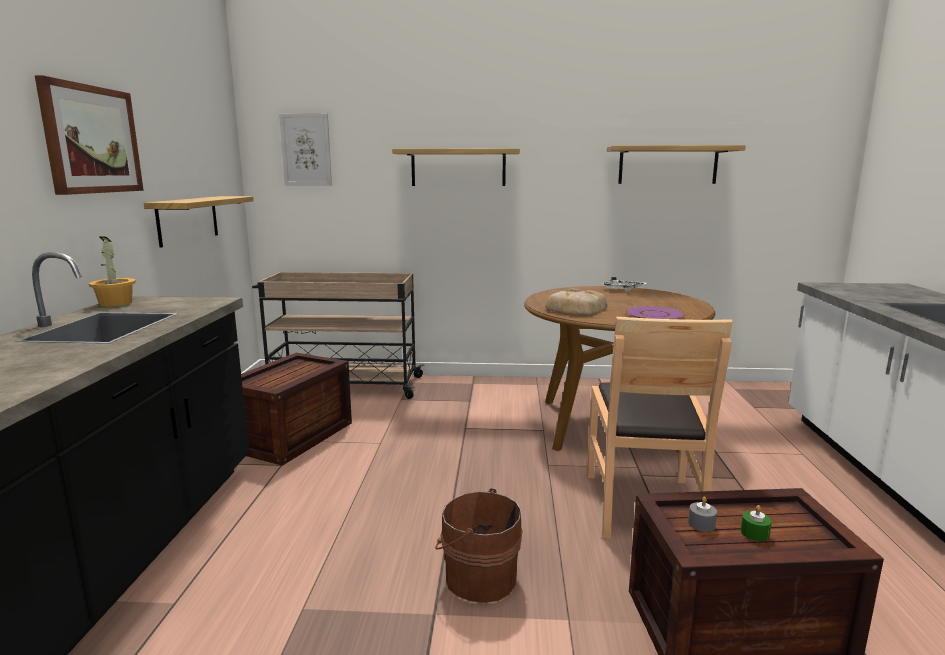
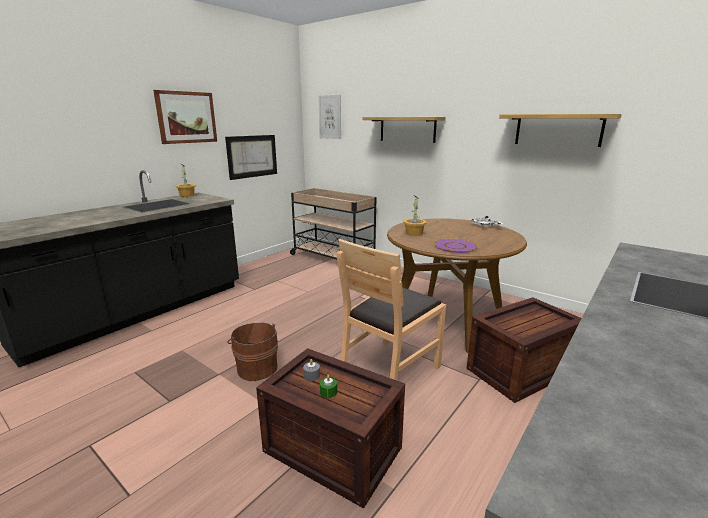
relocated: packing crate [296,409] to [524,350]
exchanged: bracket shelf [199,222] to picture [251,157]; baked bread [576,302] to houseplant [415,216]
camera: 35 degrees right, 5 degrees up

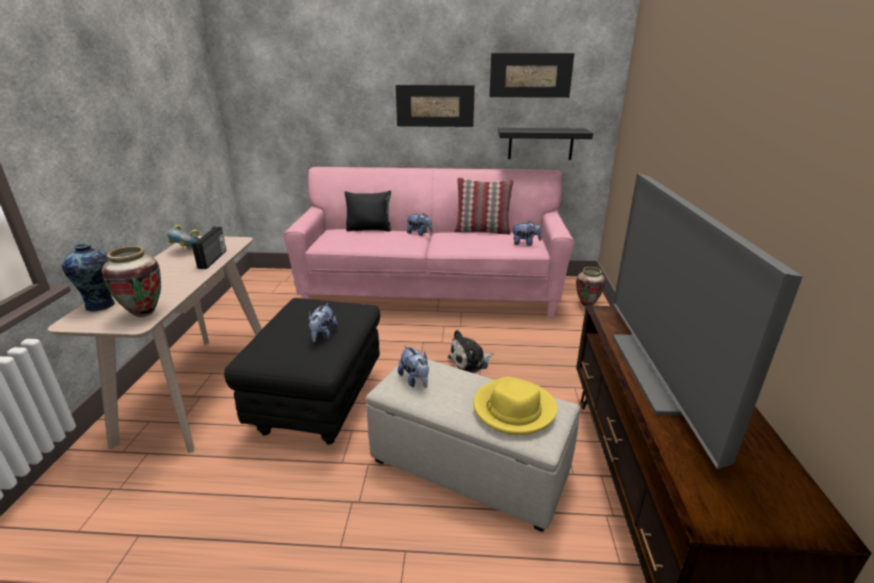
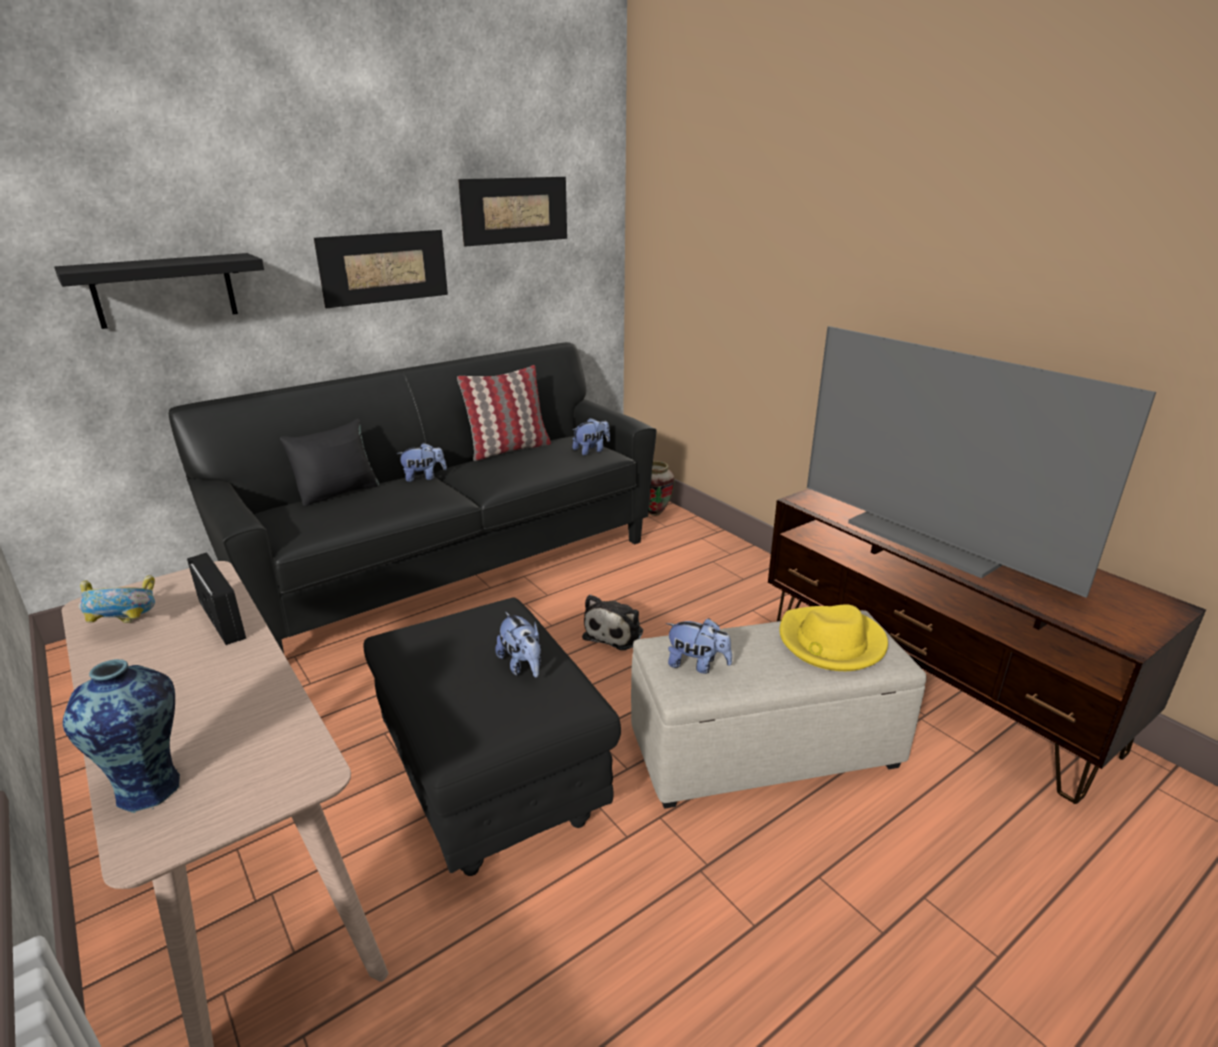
missing: vase [131,281]
relocated: black bracket shelf [545,144] to [159,291]
colour: pink sofa [428,243] to black sofa [412,498]
camera: 40 degrees left, 0 degrees up

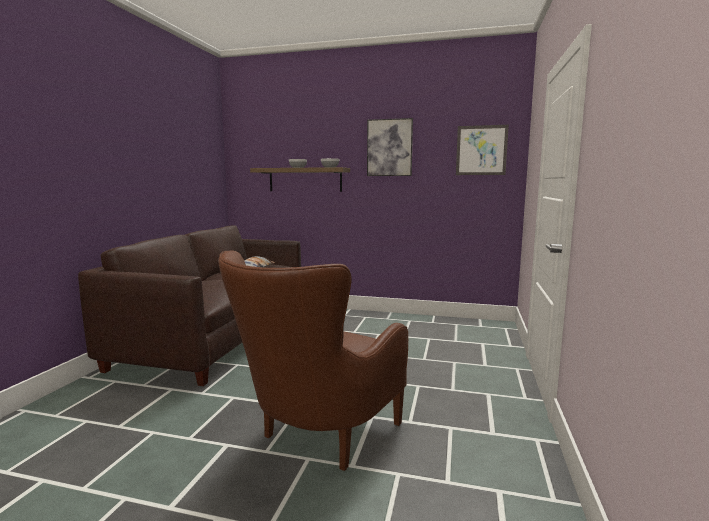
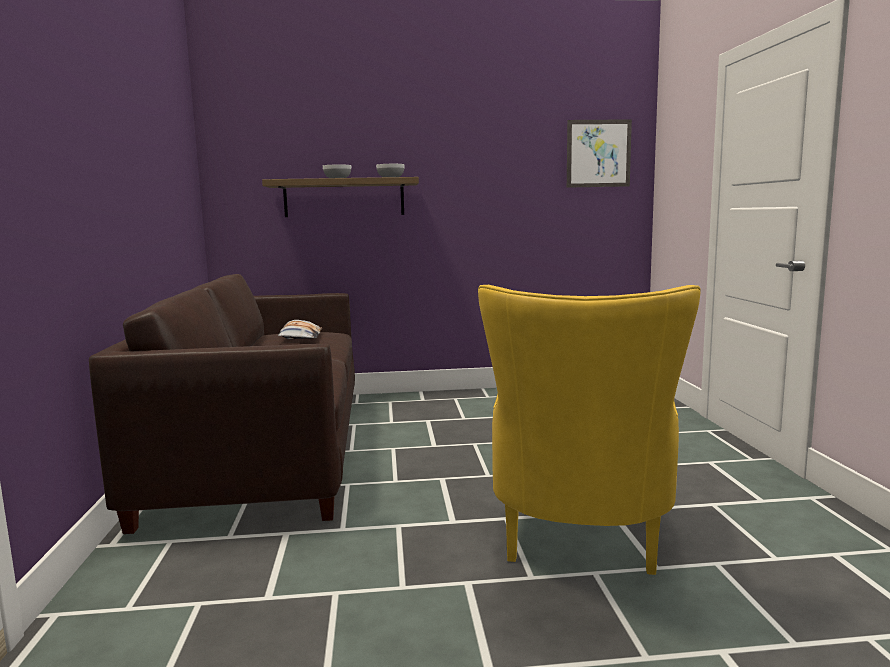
missing: picture [390,147]
colour: brown armchair [313,360] to yellowish armchair [589,430]
camera: 20 degrees left, 0 degrees up

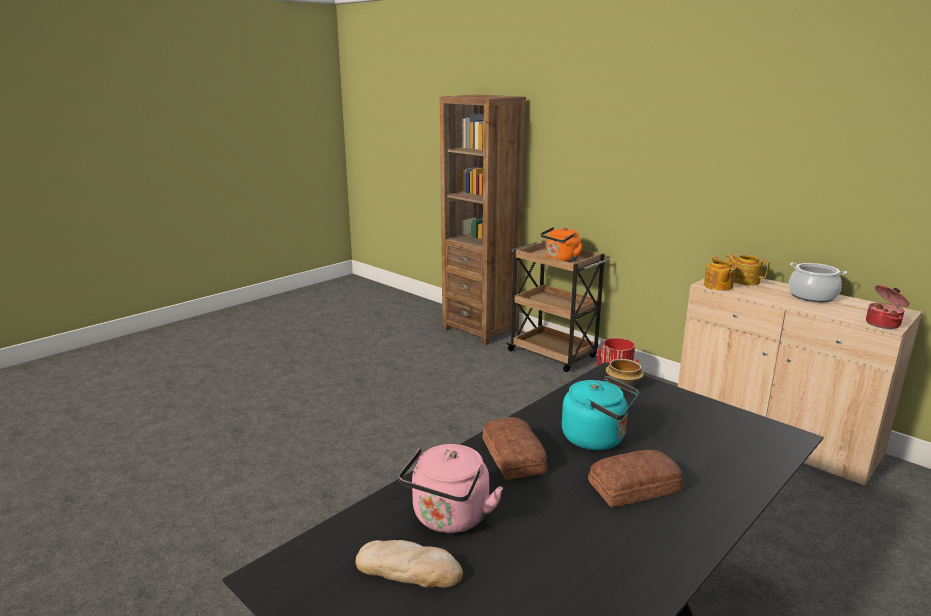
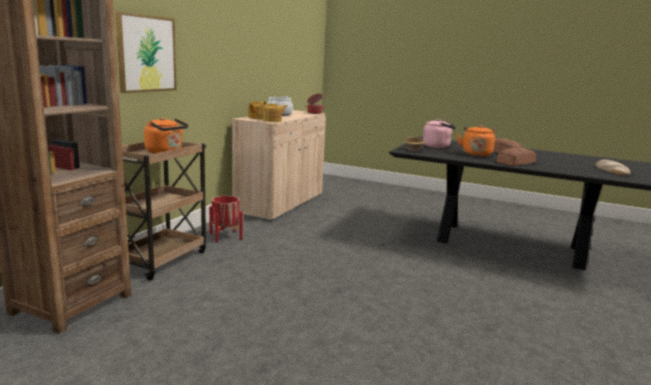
appeared: picture [146,52]
relocated: pink kettle [451,488] to [439,133]
colour: turquoise kettle [600,413] to orange kettle [476,140]
camera: 110 degrees left, 5 degrees down

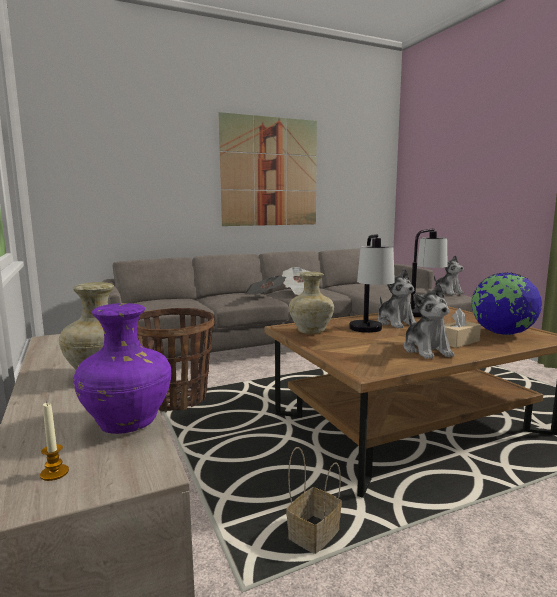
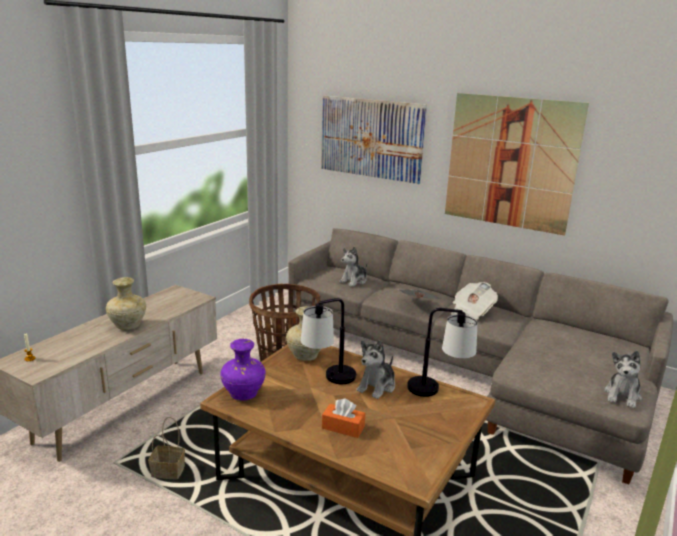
missing: globe [506,303]
appeared: picture [374,139]
relocated: purple-coloured vase [122,368] to [243,369]; plush toy [429,321] to [353,267]
colour: beige box of tissues [463,328] to orange box of tissues [343,418]
camera: 55 degrees right, 10 degrees up

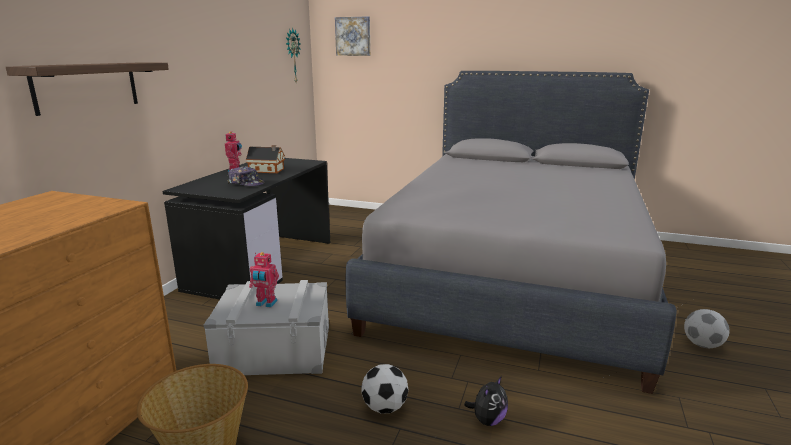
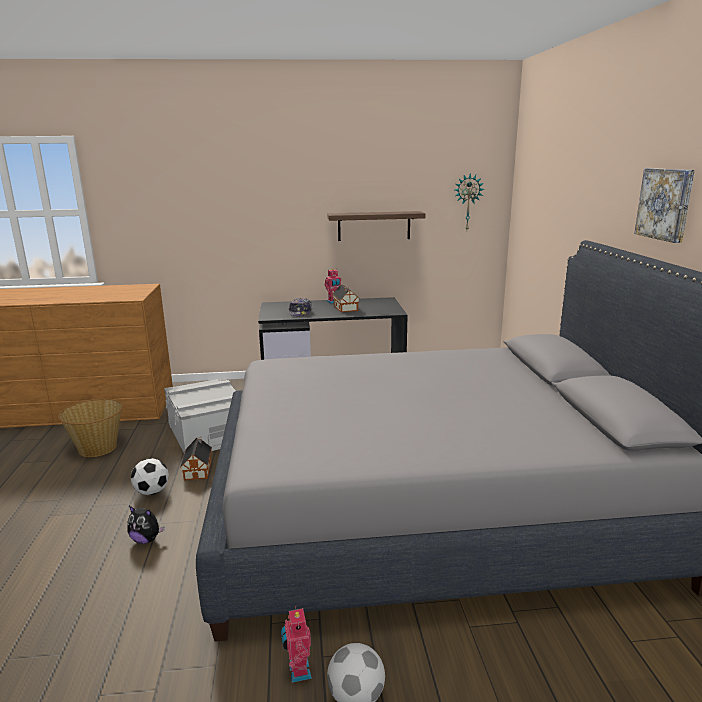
appeared: miniature house [196,459]
relocated: bracket shelf [87,89] to [376,226]; toy robot [264,279] to [296,644]; picture [352,36] to [664,205]
camera: 65 degrees right, 0 degrees up

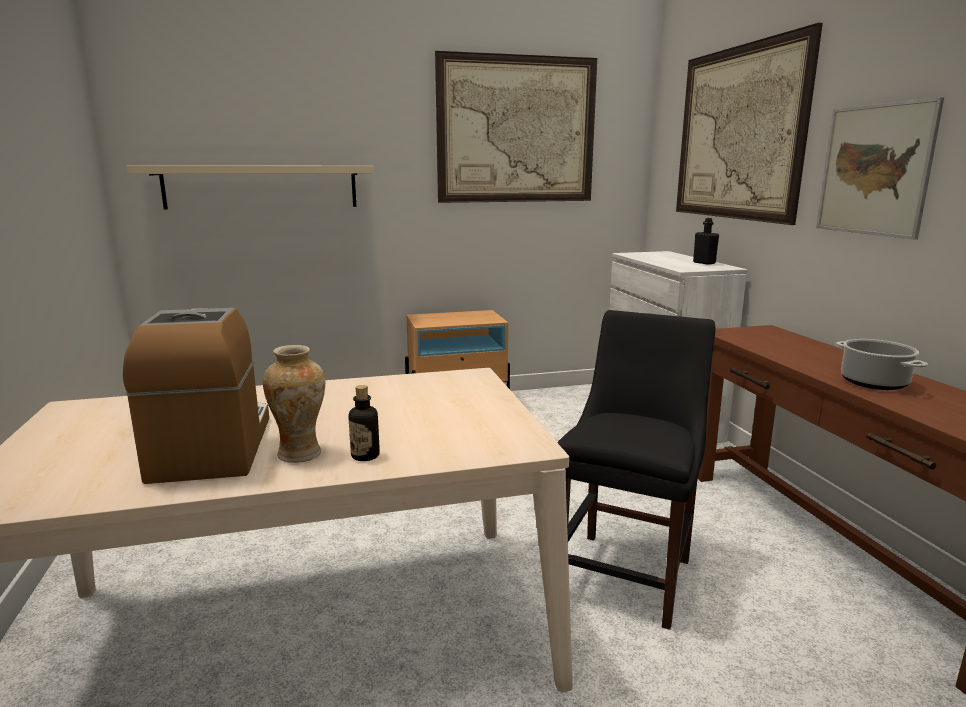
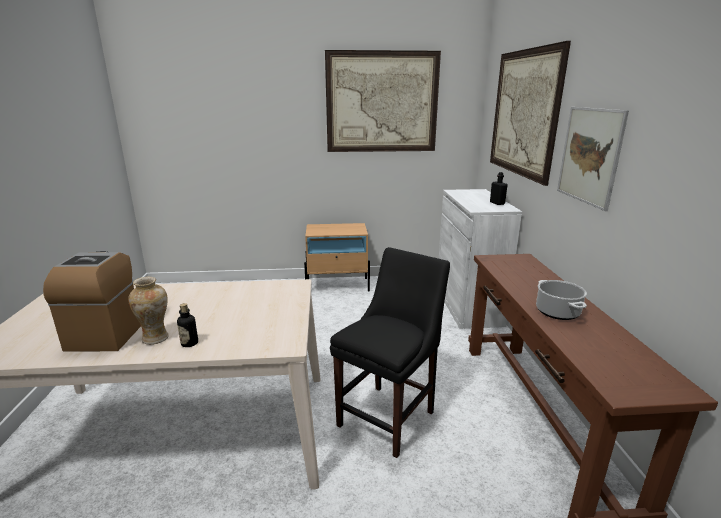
missing: beige bracket shelf [250,187]
camera: 10 degrees right, 5 degrees up

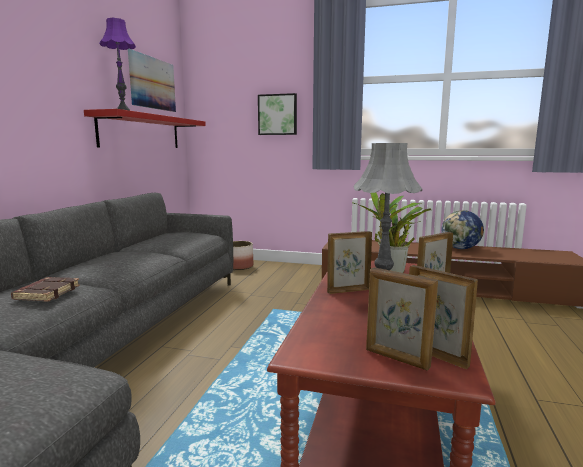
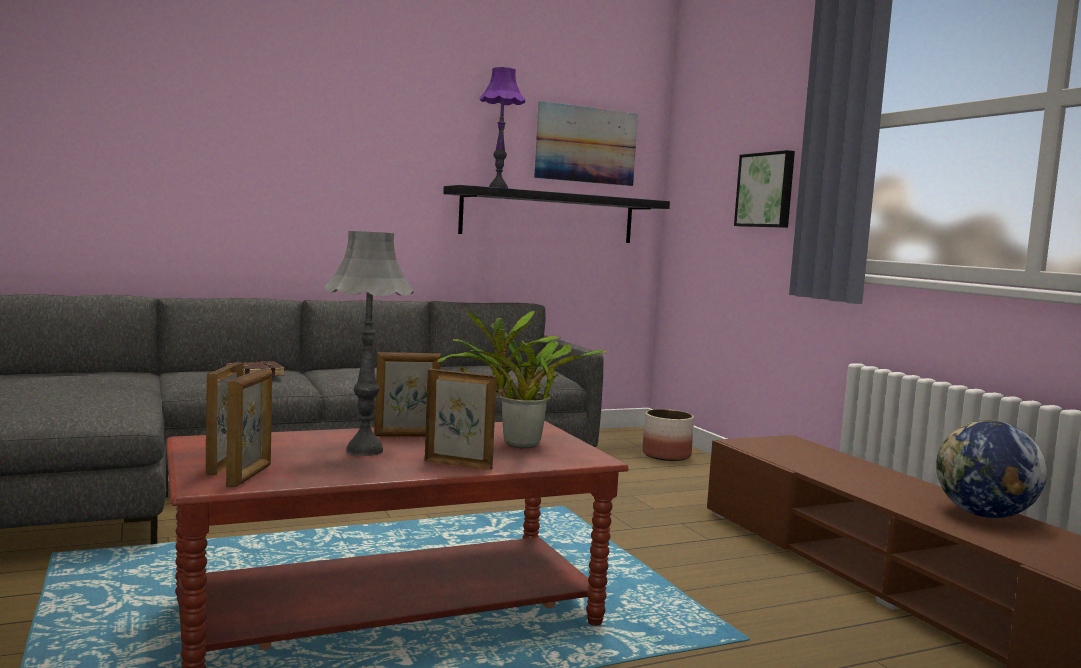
colour: red bracket shelf [145,128] to black bracket shelf [556,214]
spun: picture frame [349,262] = [407,394] 135 degrees clockwise
camera: 50 degrees right, 5 degrees down

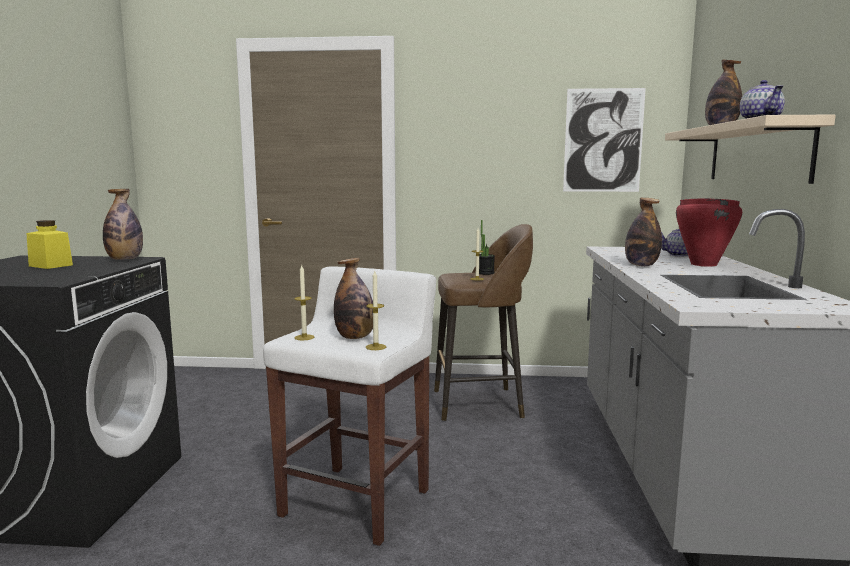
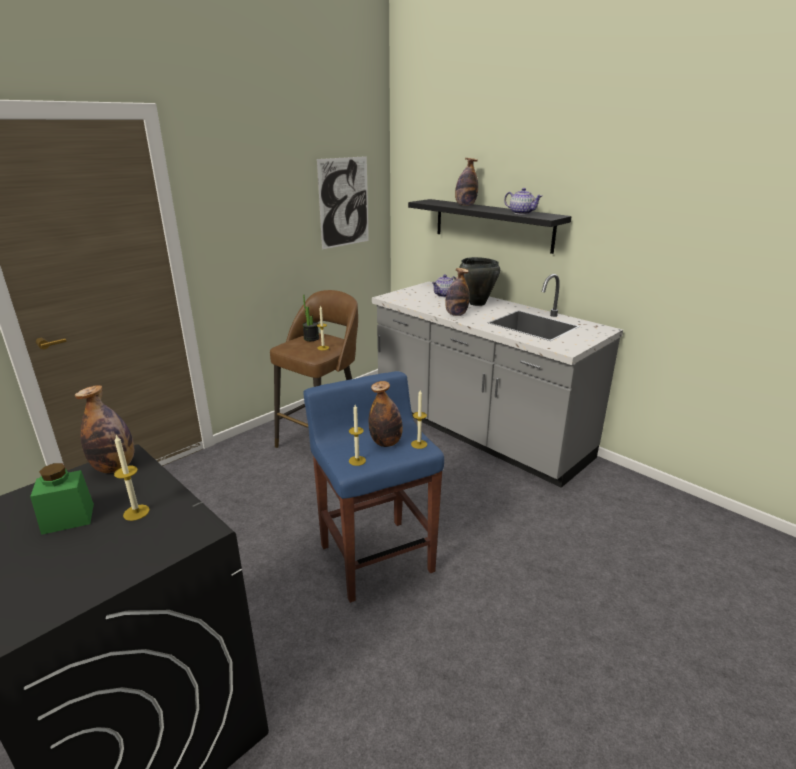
appeared: wax light [132,478]
colour: yellowish preserve jar [49,244] to green preserve jar [62,499]; white-coloured sitting stool [349,406] to blue-coloured sitting stool [373,487]; beige bracket shelf [750,149] to black bracket shelf [490,226]; red saucepot [709,232] to black saucepot [479,281]
camera: 50 degrees left, 15 degrees up

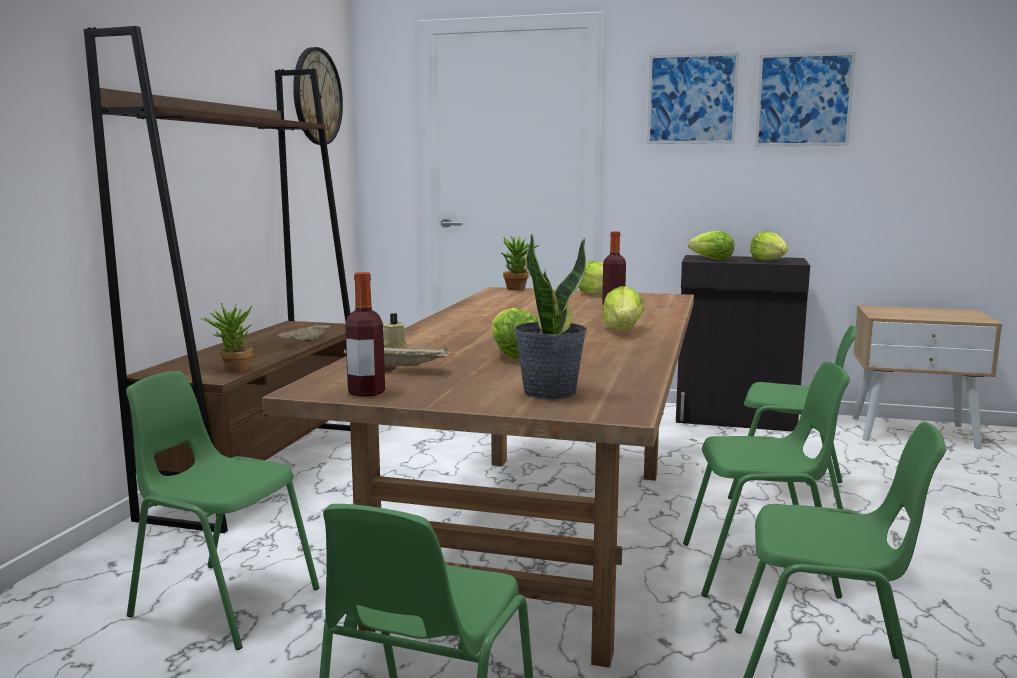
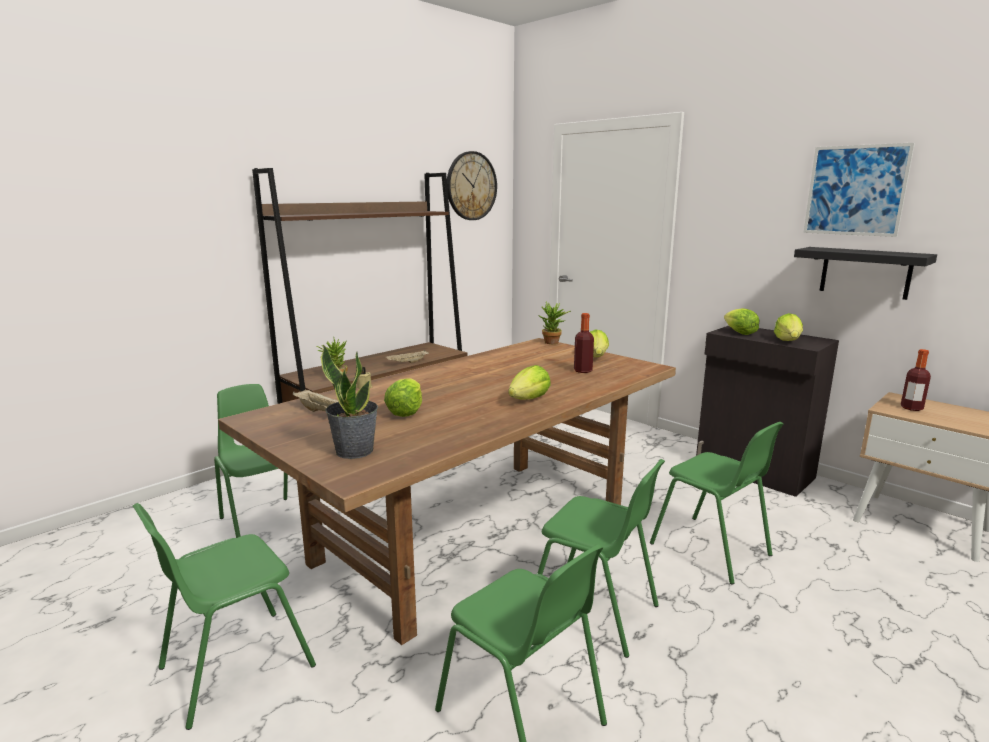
missing: picture [693,98]
appeared: black bracket shelf [865,273]
relocated: drink bottle [365,334] to [916,380]
camera: 30 degrees right, 5 degrees up

